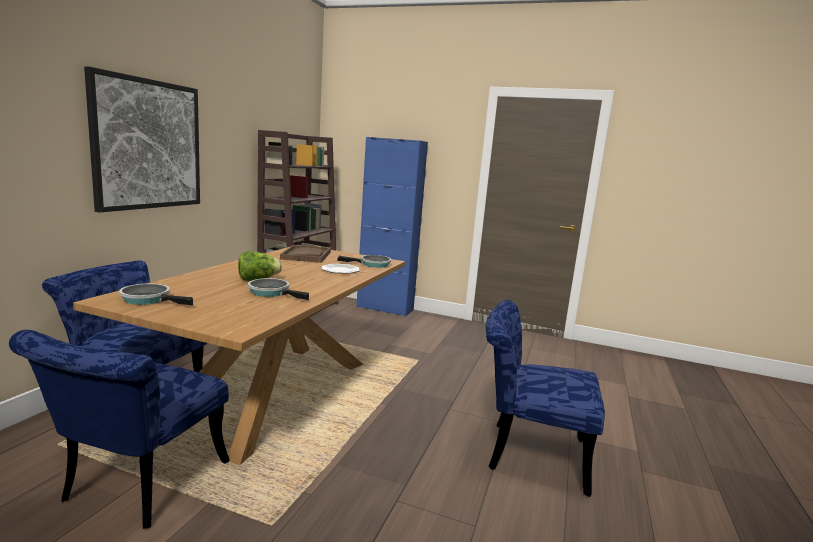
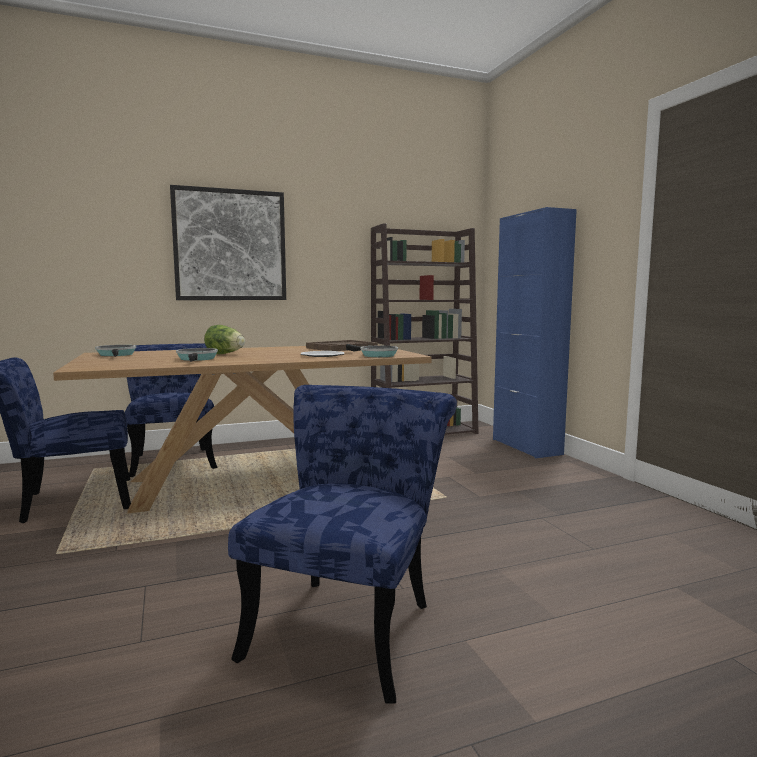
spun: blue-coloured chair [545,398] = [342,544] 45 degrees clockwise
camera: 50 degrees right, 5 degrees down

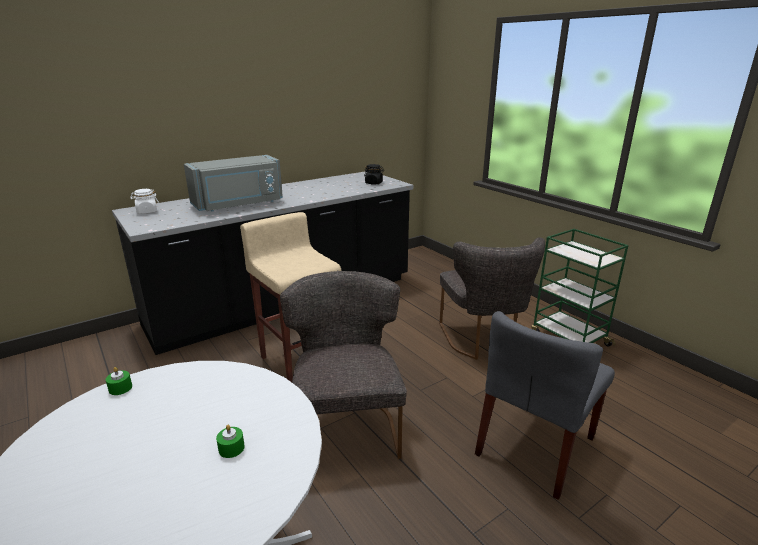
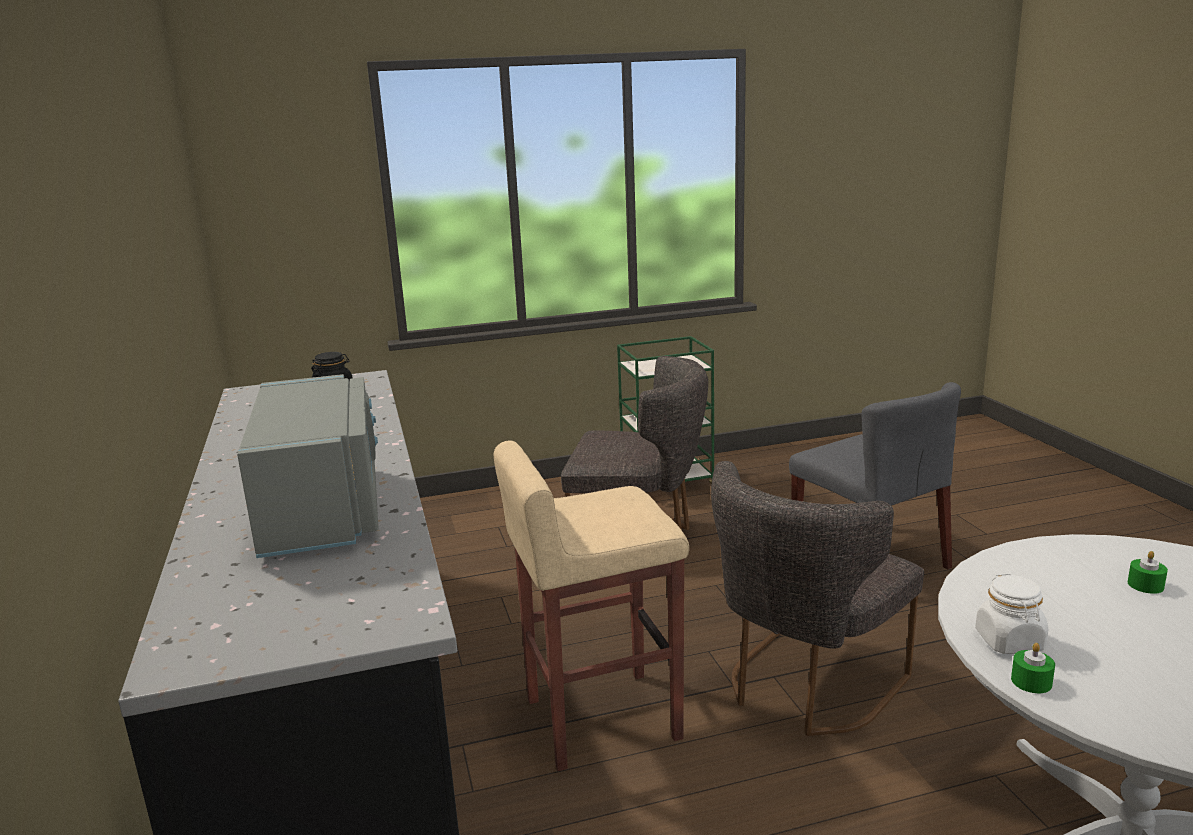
relocated: white-coloured preserve jar [144,201] to [1011,613]
spun: greyish chair [343,365] = [817,598] 60 degrees counterclockwise
camera: 70 degrees left, 5 degrees down

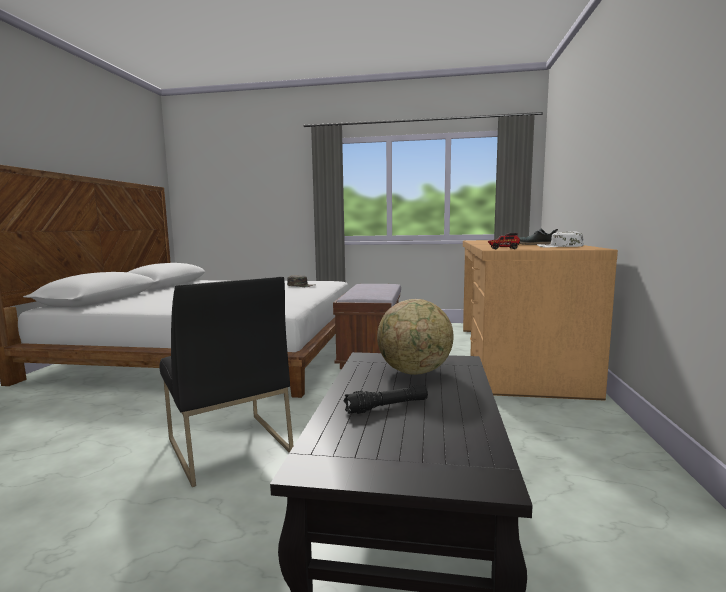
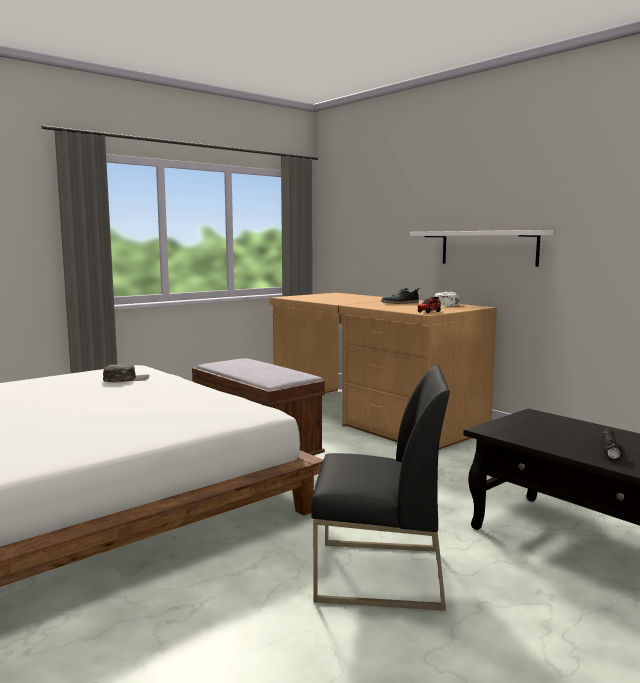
missing: globe [415,337]
appeared: white-coloured bracket shelf [481,248]
camera: 50 degrees left, 0 degrees up

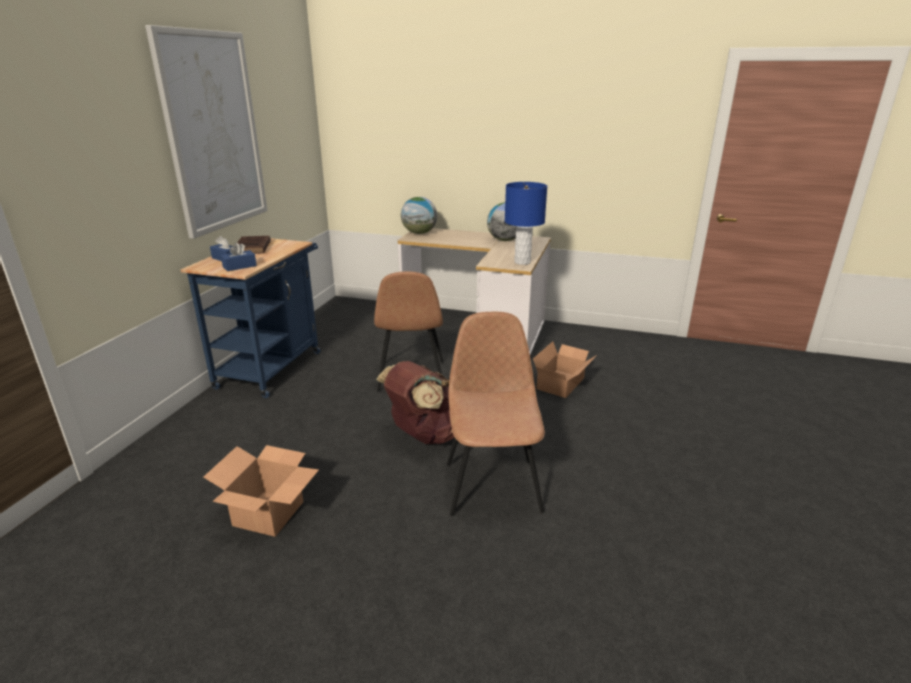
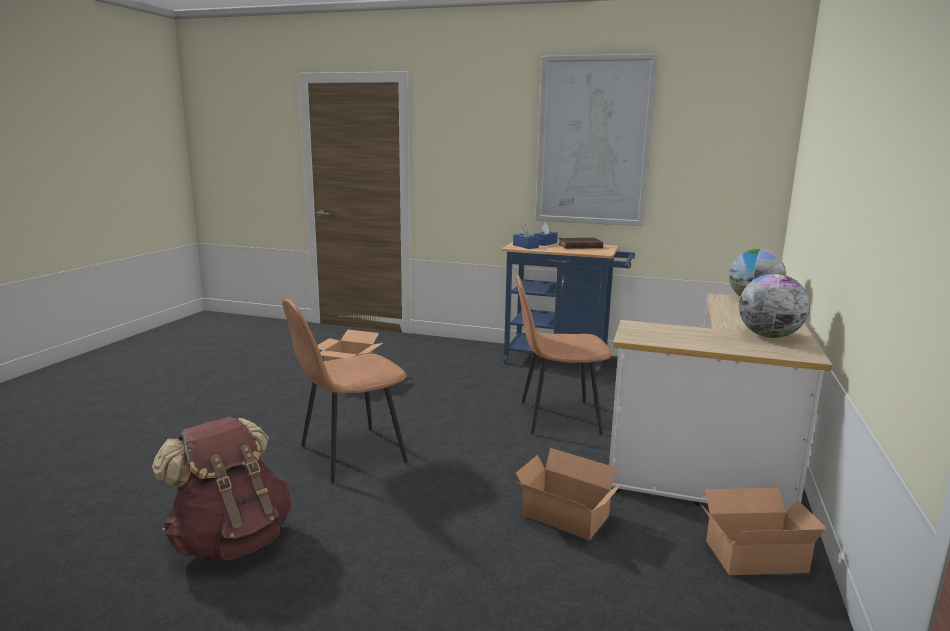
missing: blue-coloured lamp for a table [526,223]
appeared: carton [763,531]
relocated: brown rucksack [415,402] to [222,488]
spun: brown chair [496,414] = [345,390] 150 degrees clockwise
camera: 90 degrees right, 10 degrees down

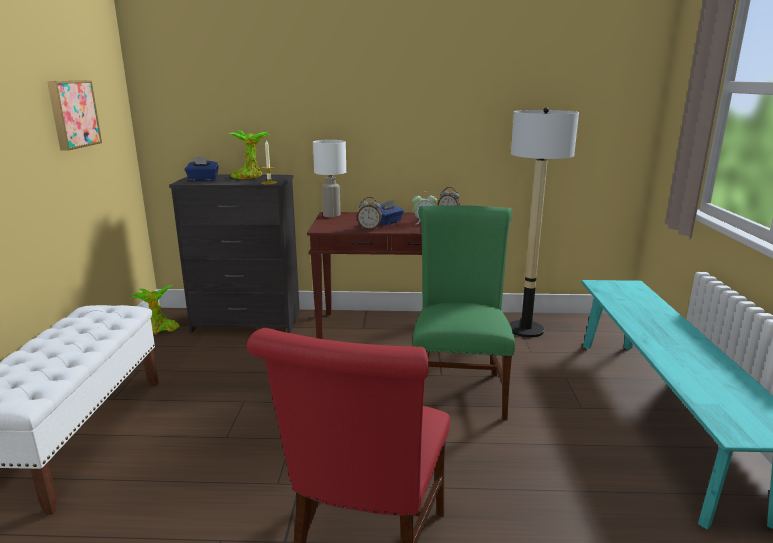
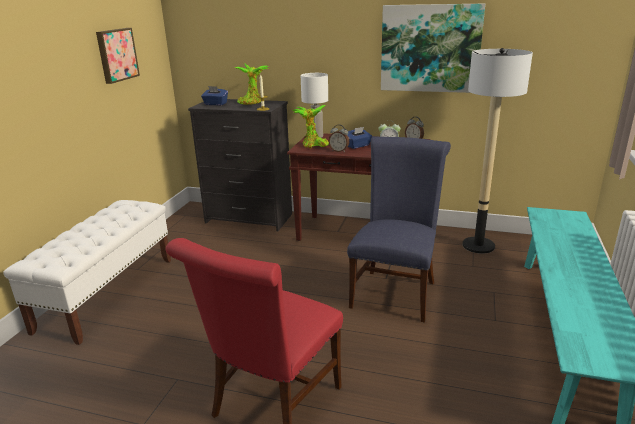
appeared: picture [433,48]
relocated: houseplant [155,309] to [310,127]
colour: green chair [464,312] to blue-coloured chair [399,229]
camera: 15 degrees right, 5 degrees up

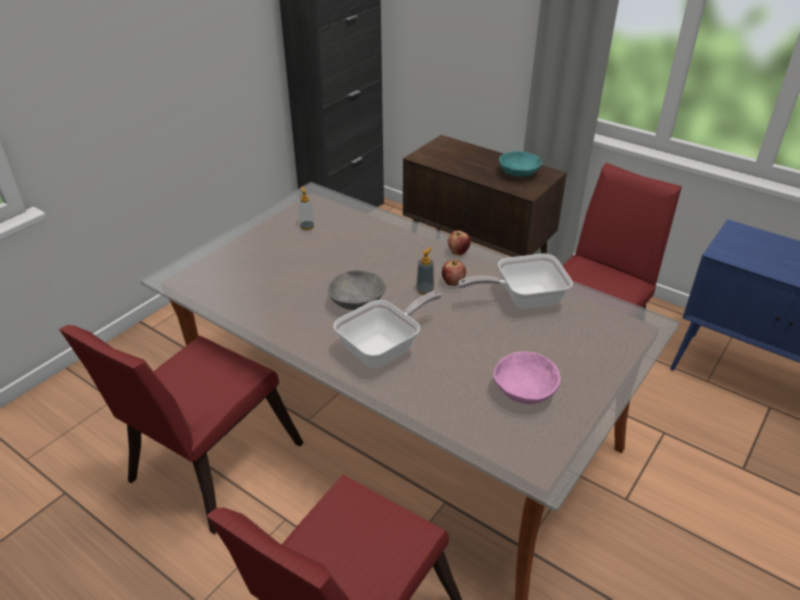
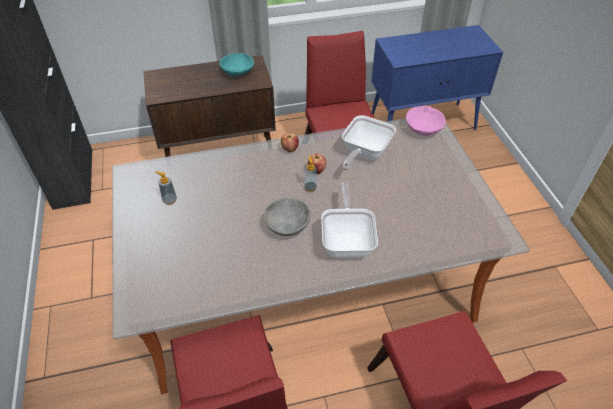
relocated: pink deep dish [527,378] to [426,121]
camera: 50 degrees left, 10 degrees up

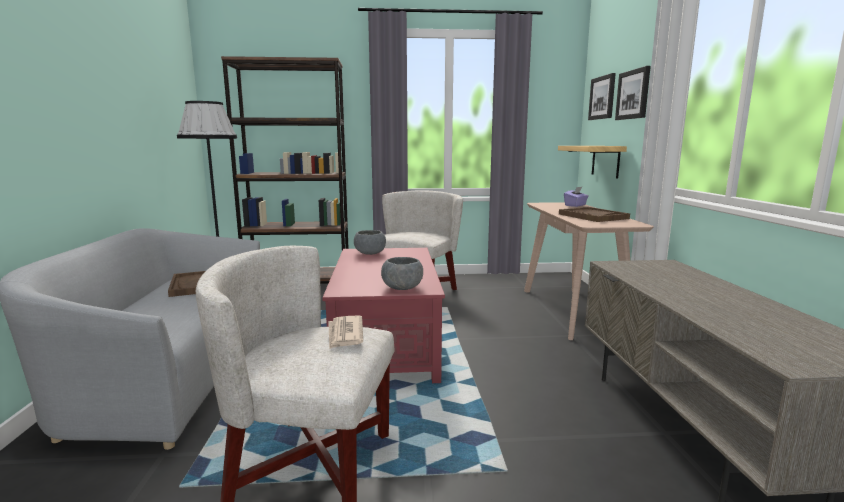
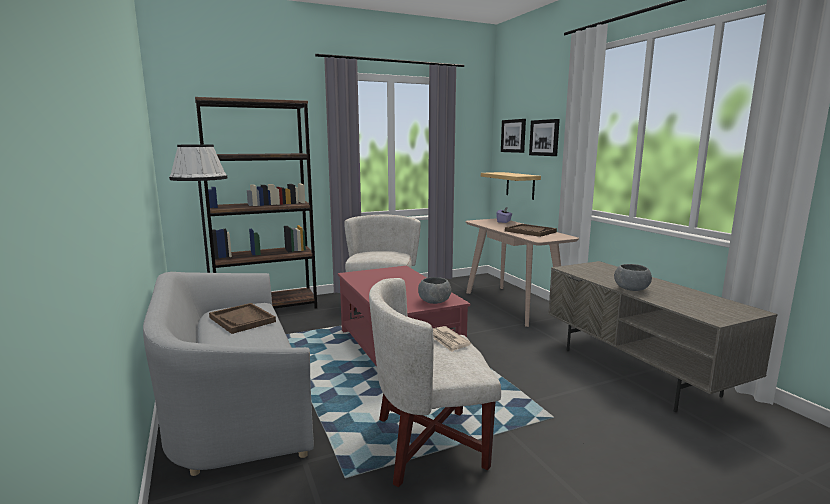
relocated: greyish deep dish [370,242] to [633,277]
camera: 20 degrees left, 0 degrees up

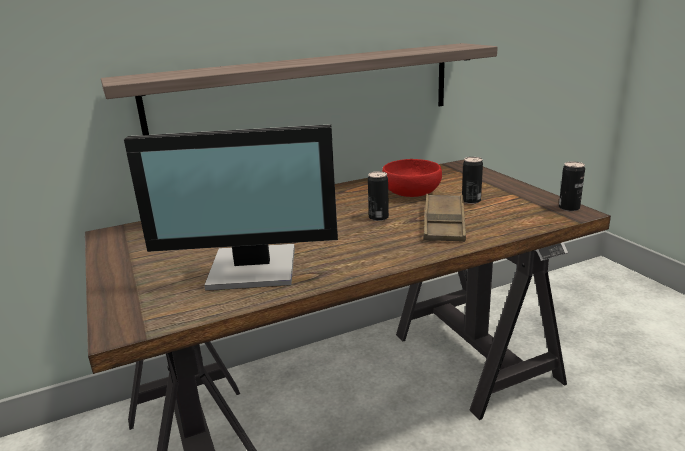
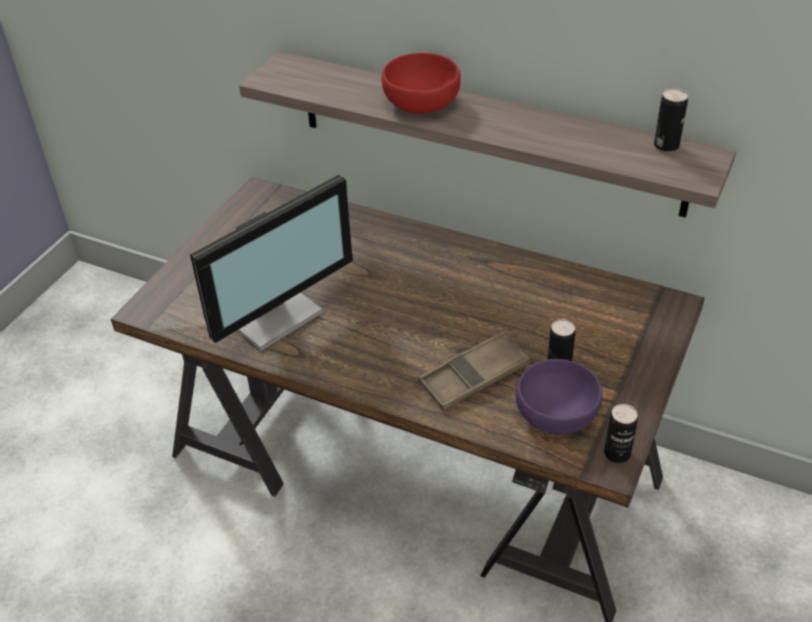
appeared: purple-coloured deep dish [559,396]
relocated: can [378,196] to [671,120]; red deep dish [412,178] to [421,83]
spun: computer screen [231,207] = [271,263] 90 degrees counterclockwise
camera: 50 degrees right, 20 degrees up

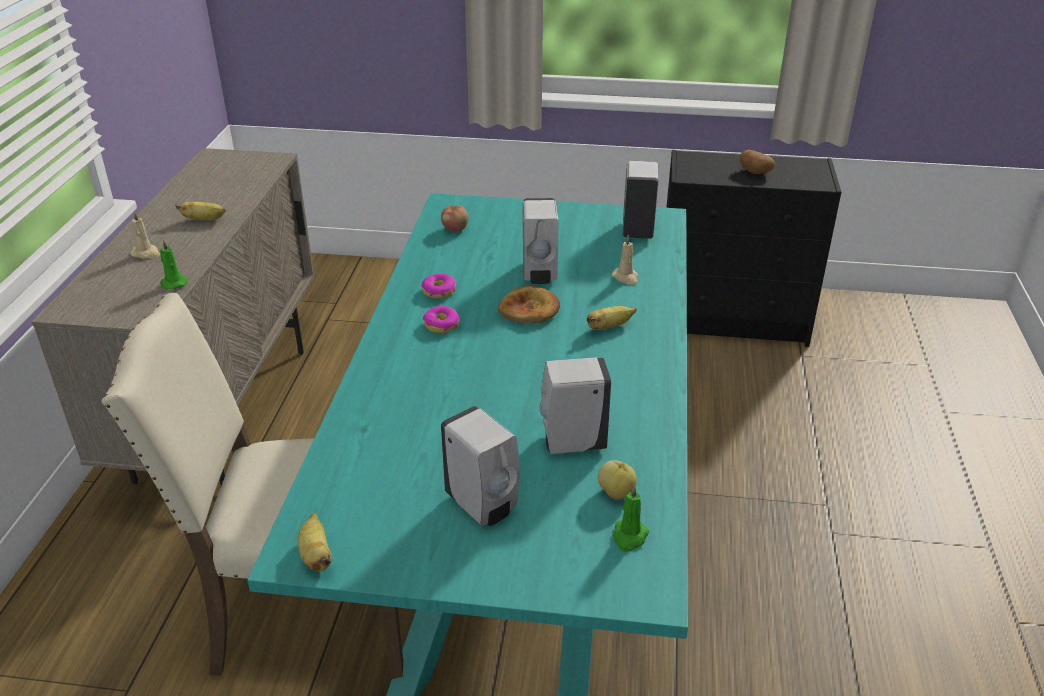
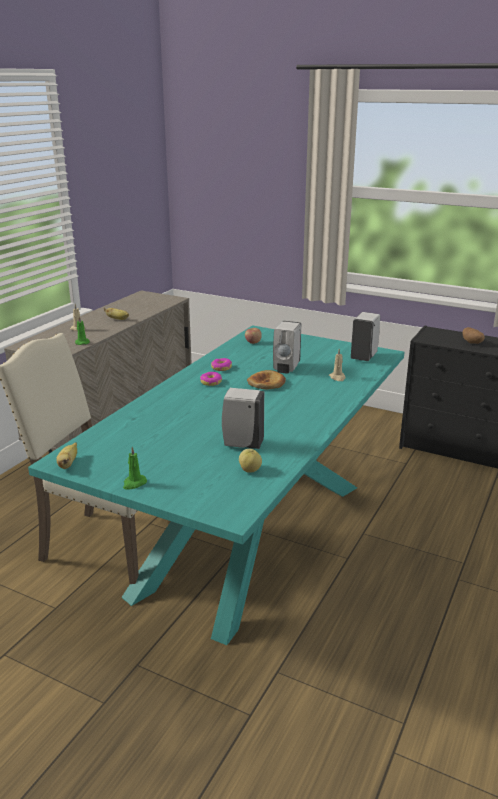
missing: white-coloured soap bottle [480,466]; banana fruit [612,318]
relocated: green wax light [630,518] to [135,468]
camera: 20 degrees right, 10 degrees down

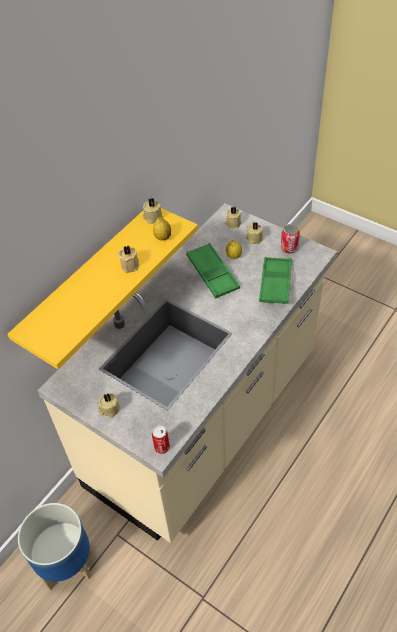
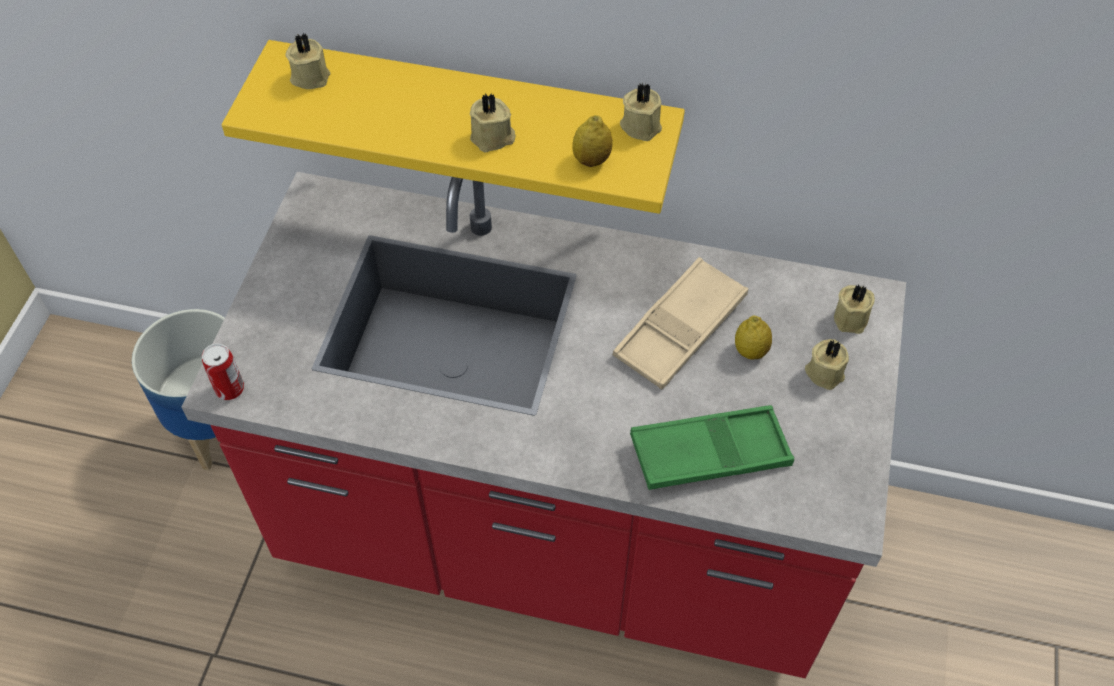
missing: can [290,239]
relocated: beige wax light [109,405] to [307,61]
colour: beige kitchen base unit [187,373] to red kitchen base unit [544,425]; green serving tray [213,271] to beige serving tray [680,323]
camera: 65 degrees right, 5 degrees up

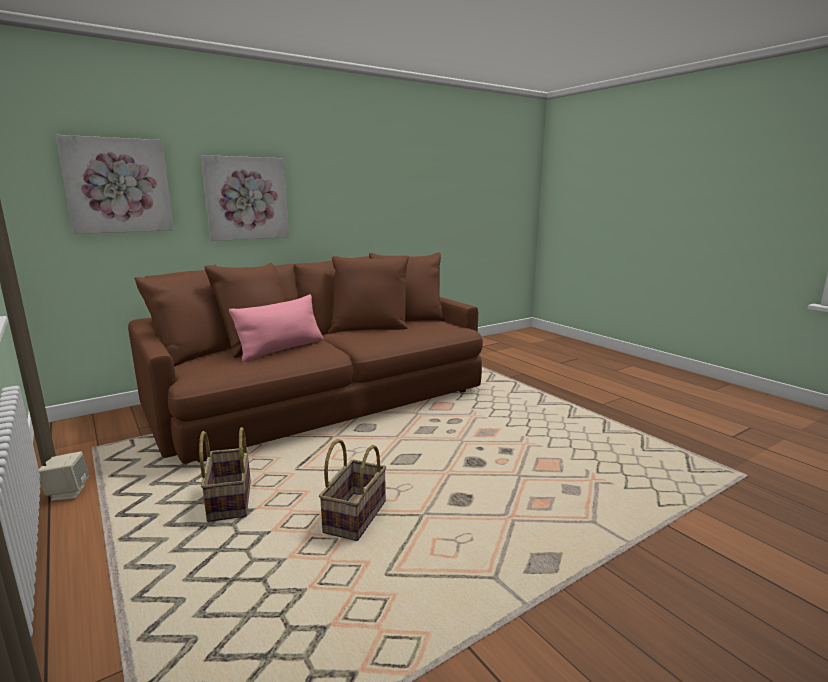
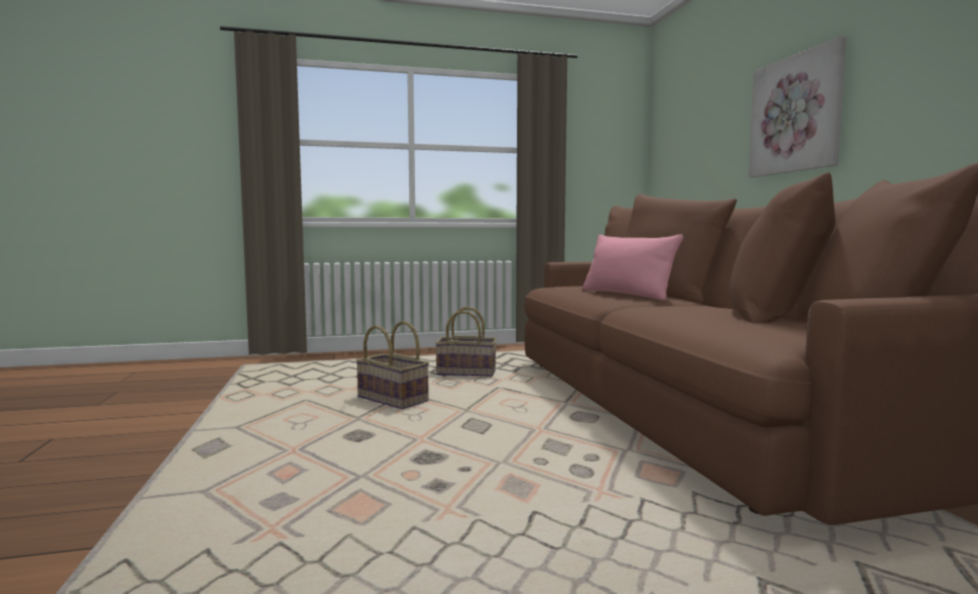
missing: beige speaker [64,476]; picture [115,184]
camera: 110 degrees right, 10 degrees down

